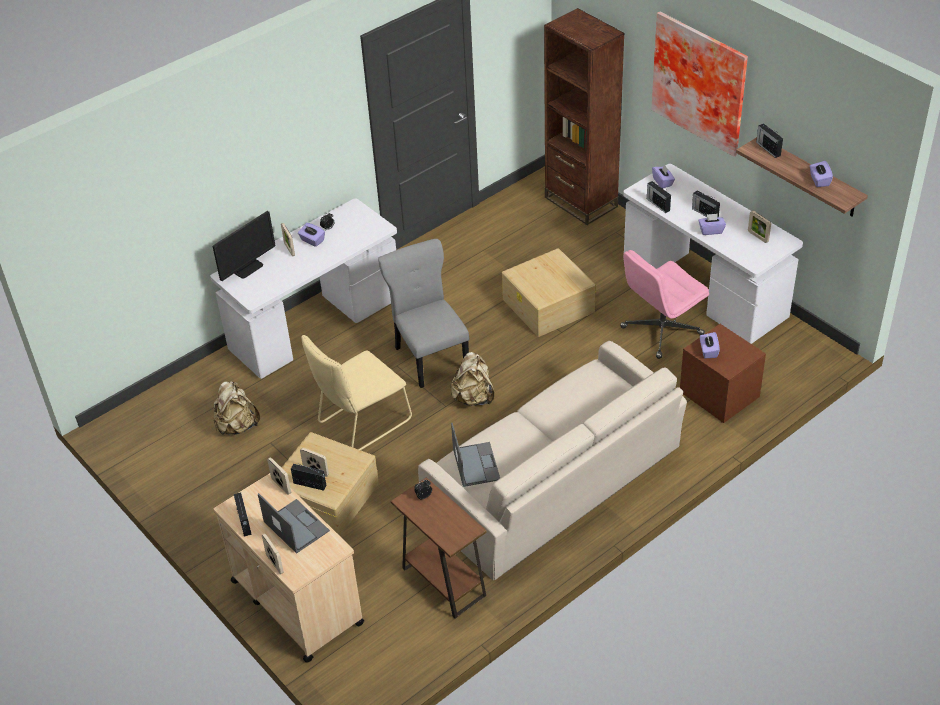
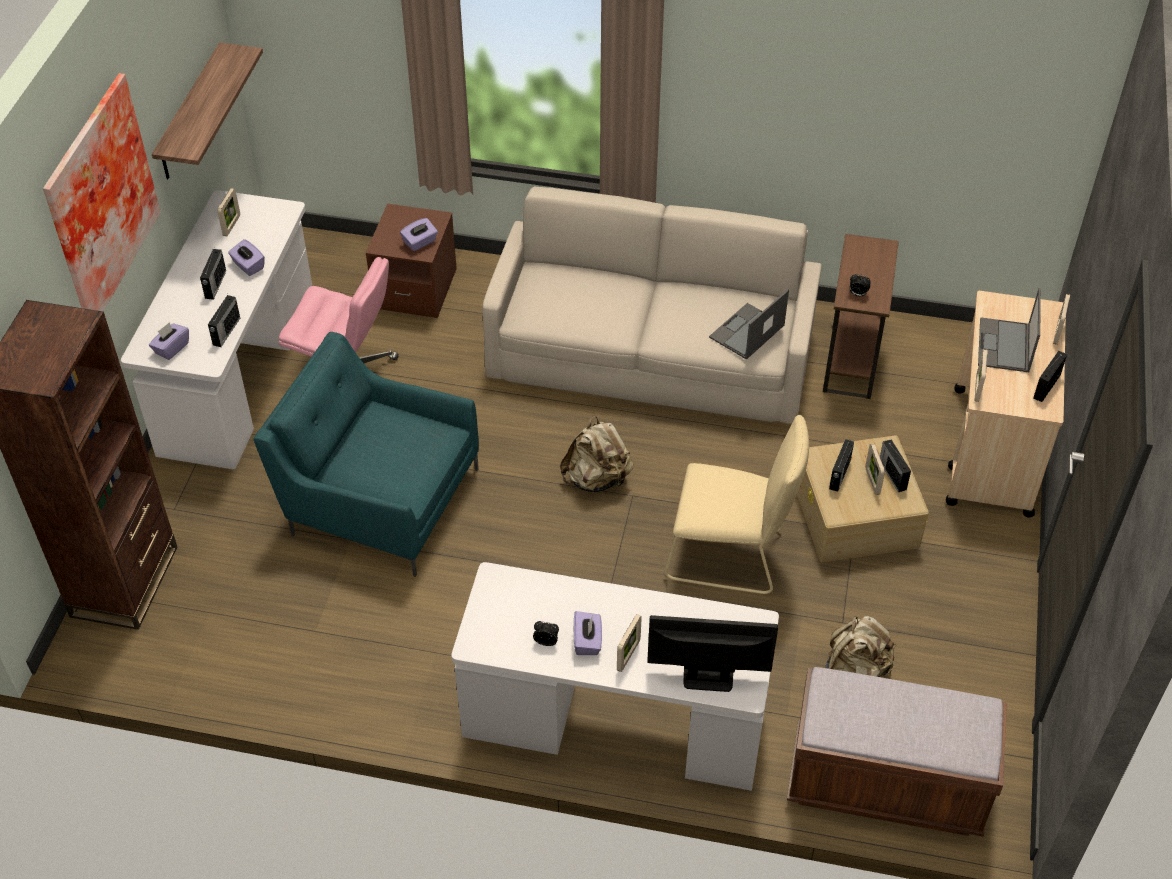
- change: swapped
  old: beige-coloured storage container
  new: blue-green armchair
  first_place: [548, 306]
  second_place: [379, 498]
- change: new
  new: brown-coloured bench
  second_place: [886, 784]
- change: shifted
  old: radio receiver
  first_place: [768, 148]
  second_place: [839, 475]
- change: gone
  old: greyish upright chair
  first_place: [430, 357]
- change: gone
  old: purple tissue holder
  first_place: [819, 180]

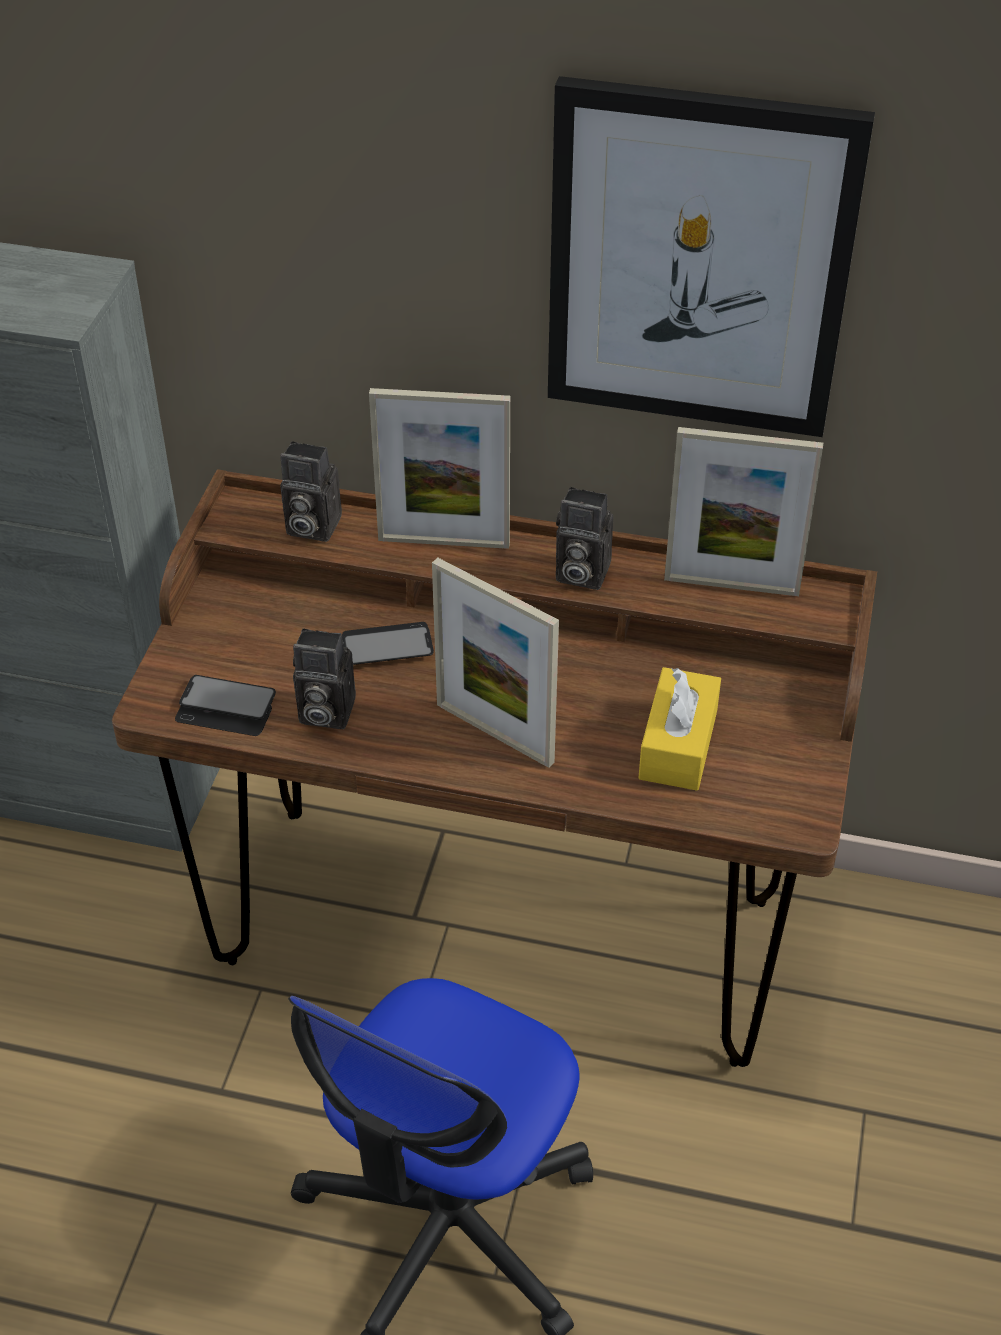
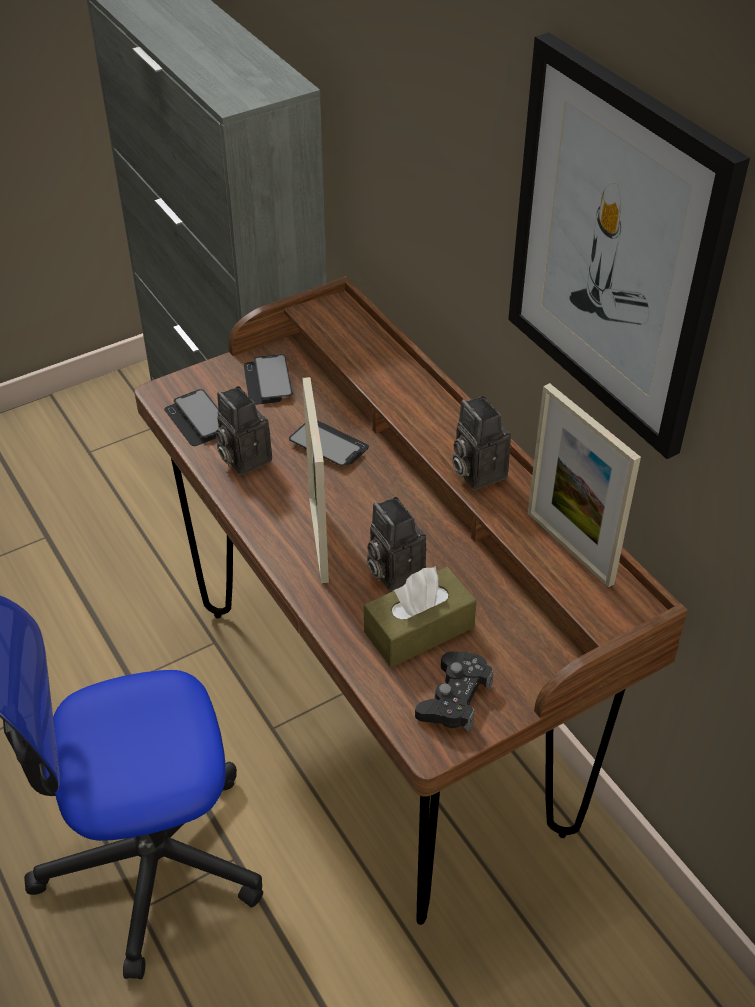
- change: new
  new: phone
  second_place: [267, 381]
- change: repainted
  old: yellowish tissue holder
  new: brown-coloured tissue holder
  first_place: [678, 744]
  second_place: [419, 630]
- change: shifted
  old: still camera
  first_place: [309, 526]
  second_place: [393, 570]
- change: new
  new: black game controller
  second_place: [454, 698]
- change: gone
  old: standing frame
  first_place: [443, 542]

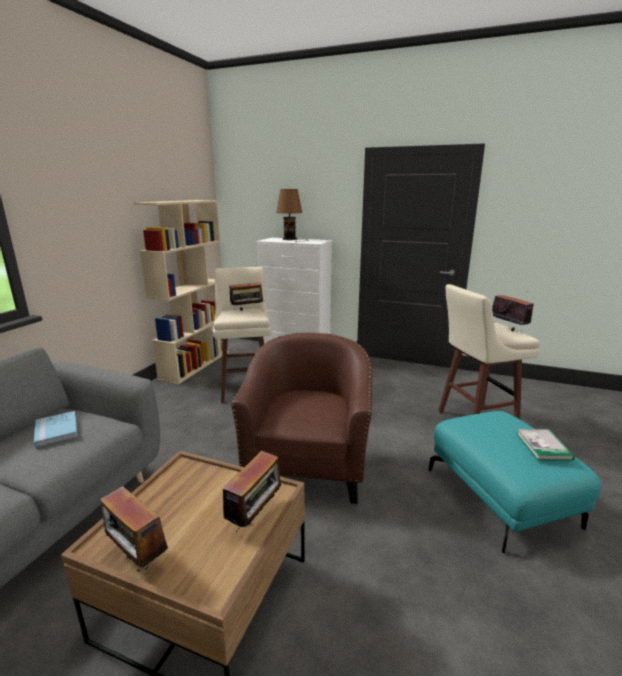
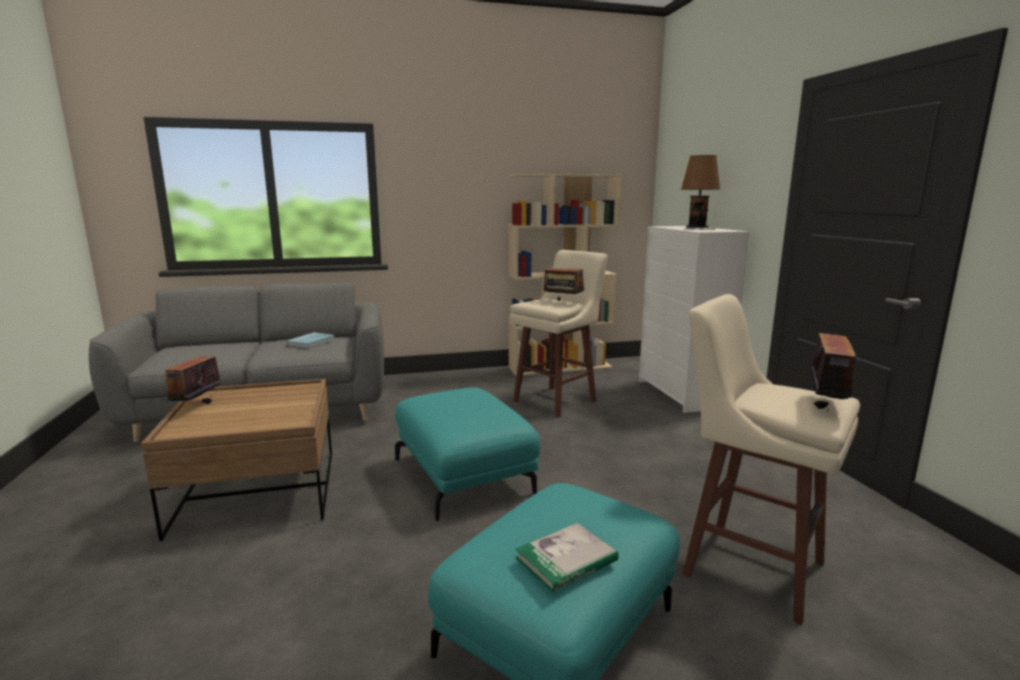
- change: swapped
  old: brown-coloured armchair
  new: blue-green pouffe
  first_place: [308, 465]
  second_place: [464, 476]
- change: gone
  old: radio receiver
  first_place: [256, 516]

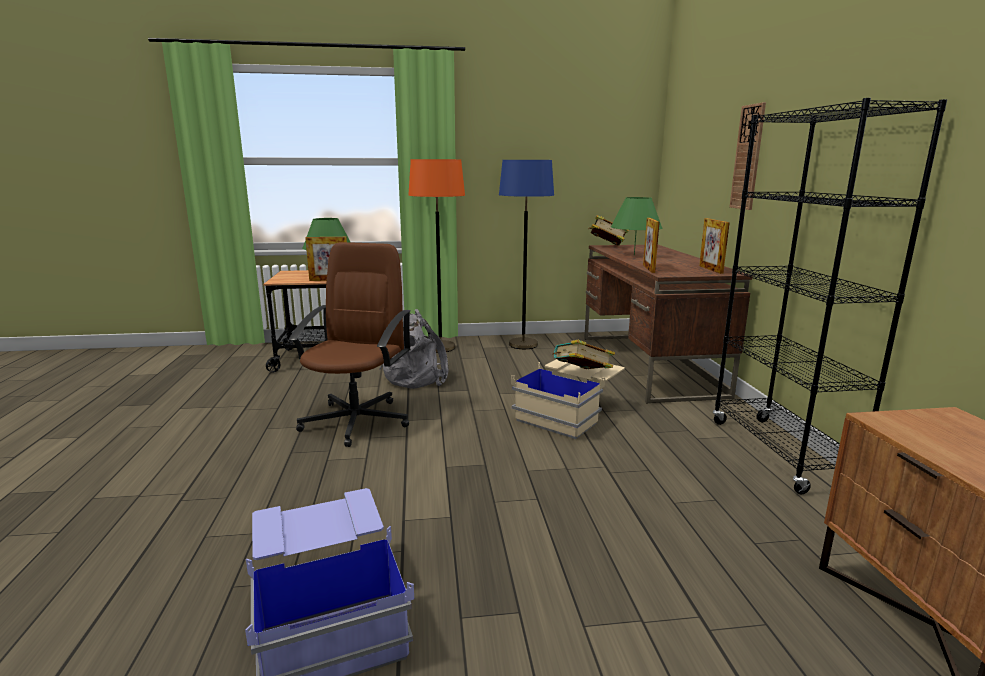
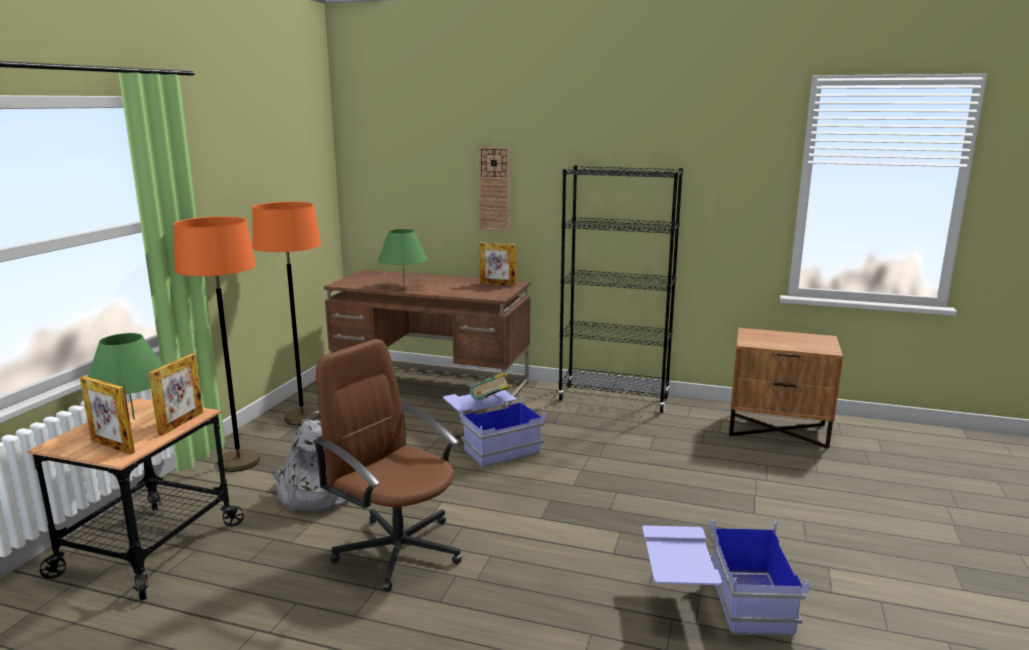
- change: shifted
  old: standing frame
  first_place: [648, 268]
  second_place: [112, 446]
- change: repainted
  old: blue floor lamp
  new: orange-coloured floor lamp
  first_place: [523, 345]
  second_place: [302, 418]
- change: repainted
  old: beige-coloured storage container
  new: blue storage container
  first_place: [569, 413]
  second_place: [491, 442]
- change: gone
  old: book
  first_place: [606, 246]

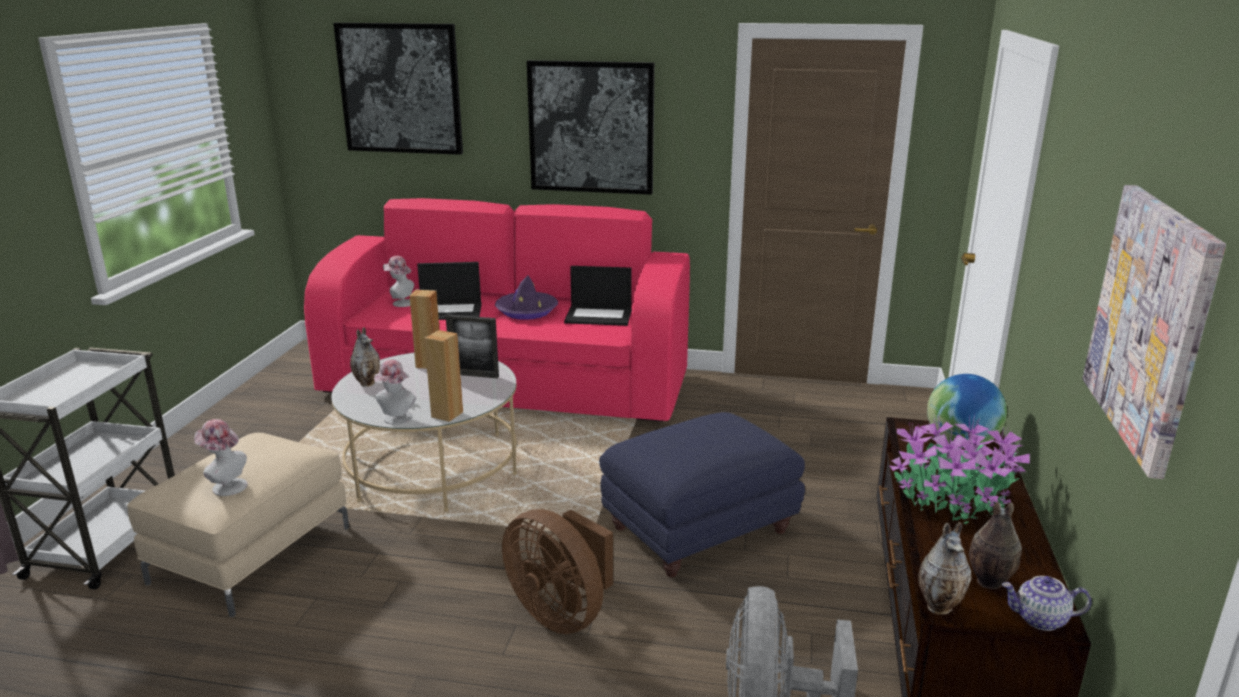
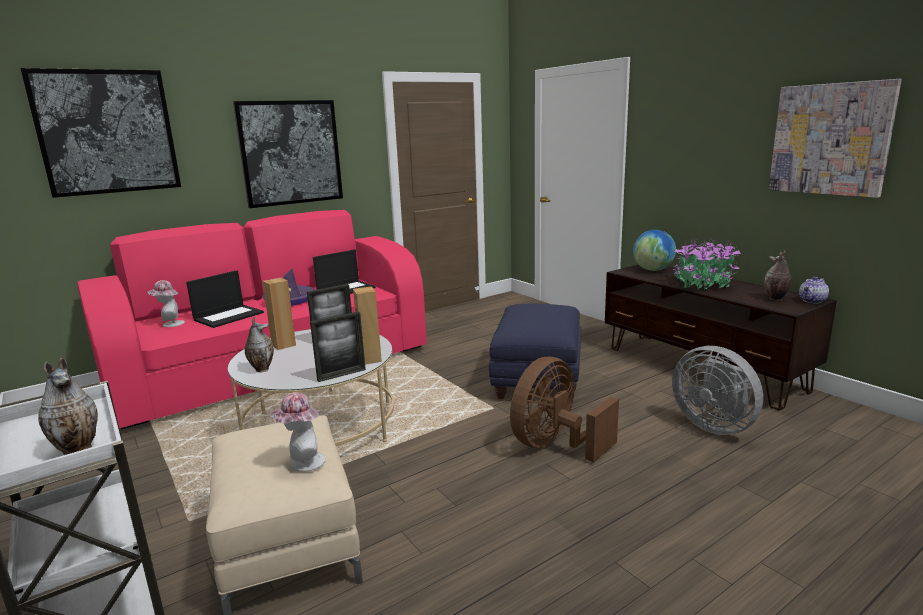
- change: shifted
  old: vase
  first_place: [940, 606]
  second_place: [79, 449]
- change: swapped
  old: clothing hat
  new: standing frame
  first_place: [396, 419]
  second_place: [341, 375]
- change: rotated
  old: brown-coloured electric fan
  first_place: [561, 613]
  second_place: [555, 445]
  degrees: 135

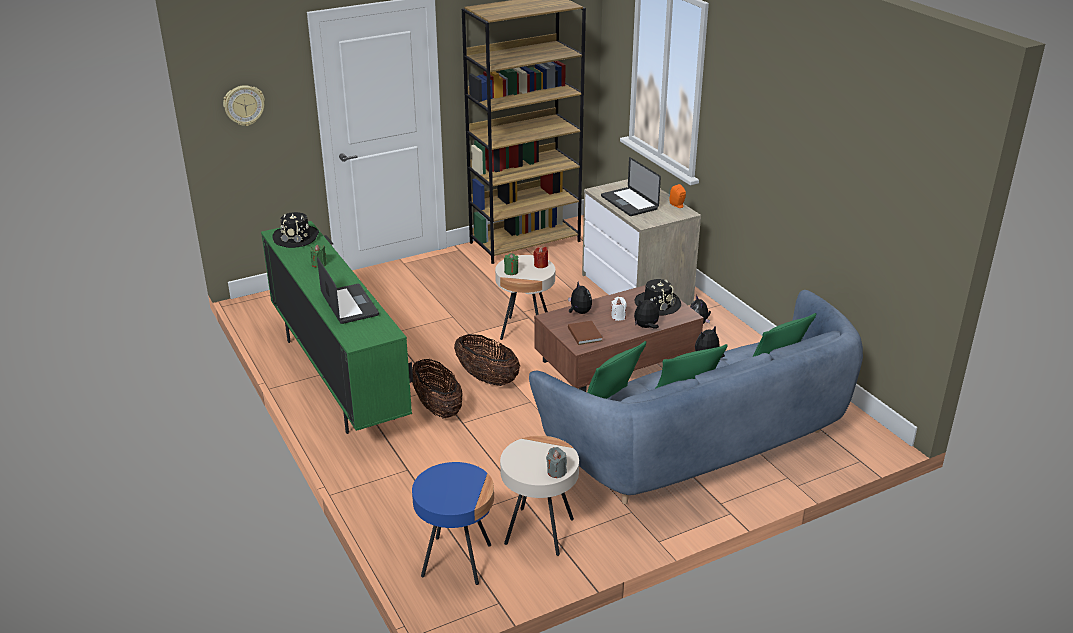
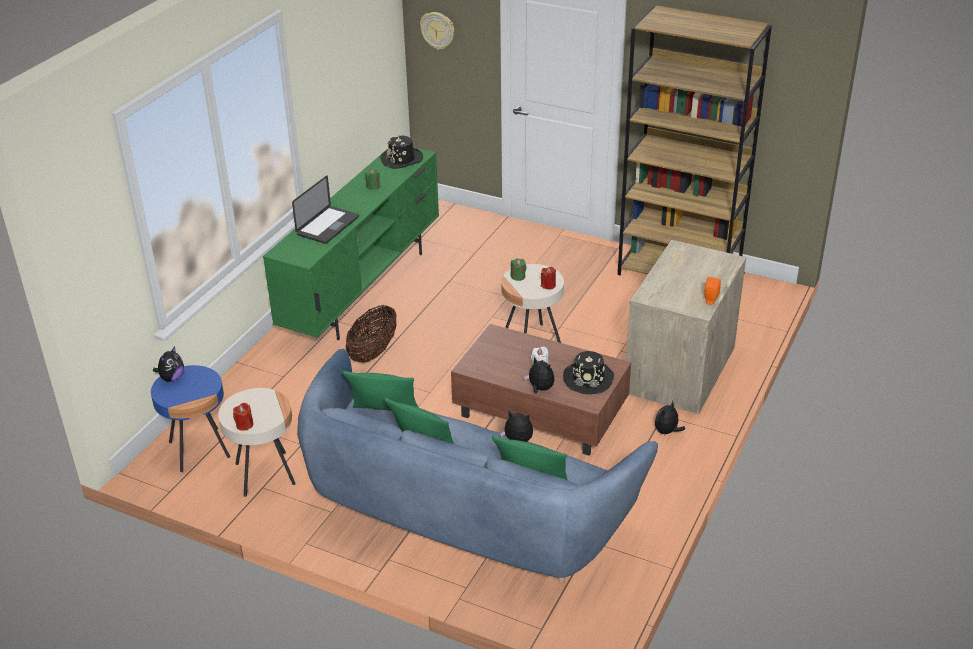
- change: shifted
  old: plush toy
  first_place: [579, 312]
  second_place: [171, 378]
- change: repainted
  old: greyish wax candle
  new: reddish wax candle
  first_place: [556, 472]
  second_place: [244, 425]
- change: gone
  old: household basket
  first_place: [487, 378]
- change: gone
  old: brown-coloured book
  first_place: [585, 333]
- change: gone
  old: laptop
  first_place: [629, 203]

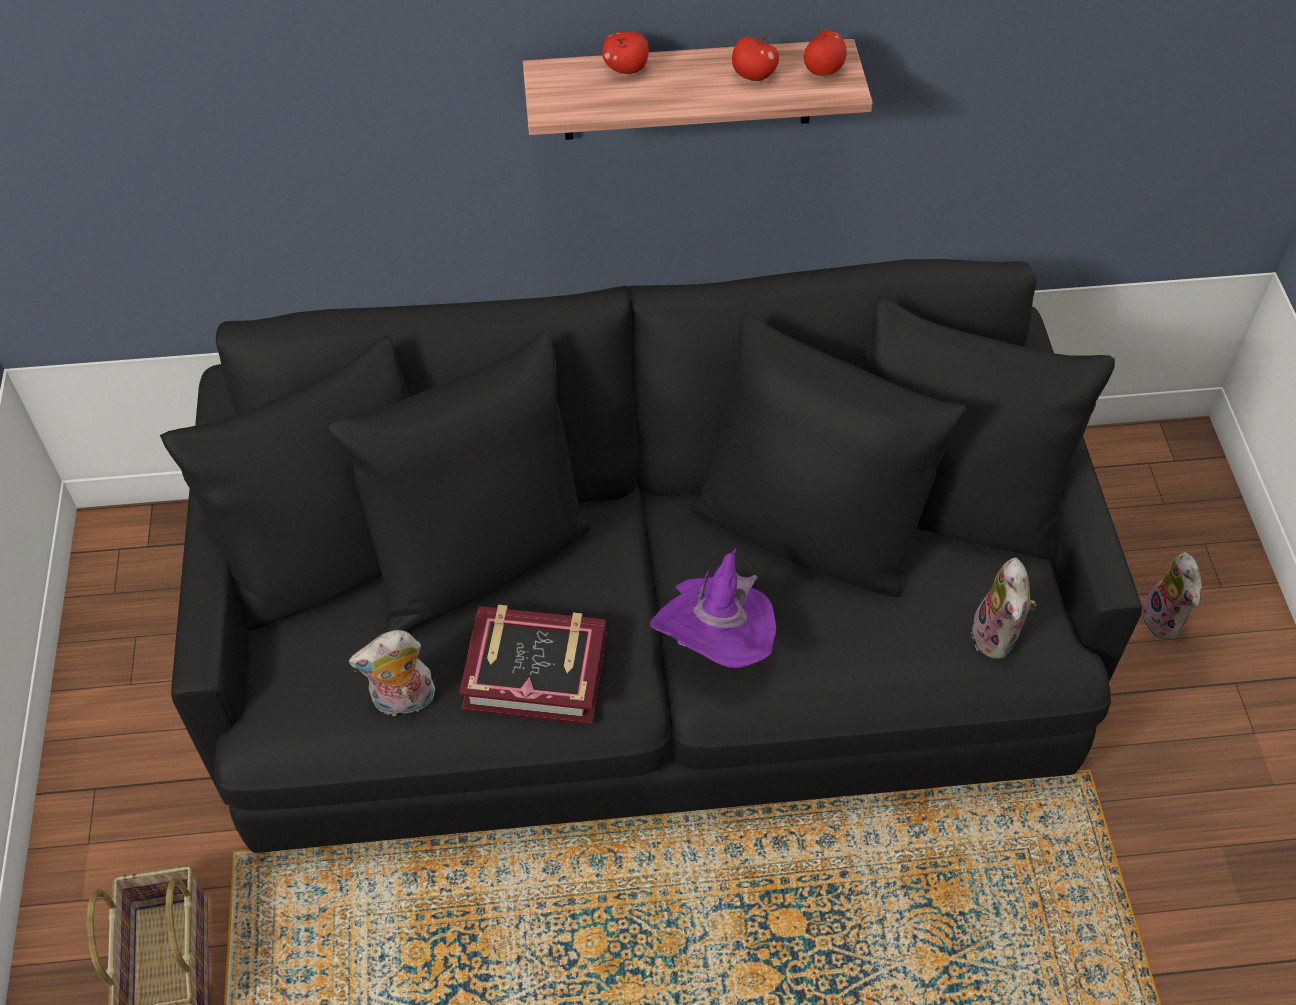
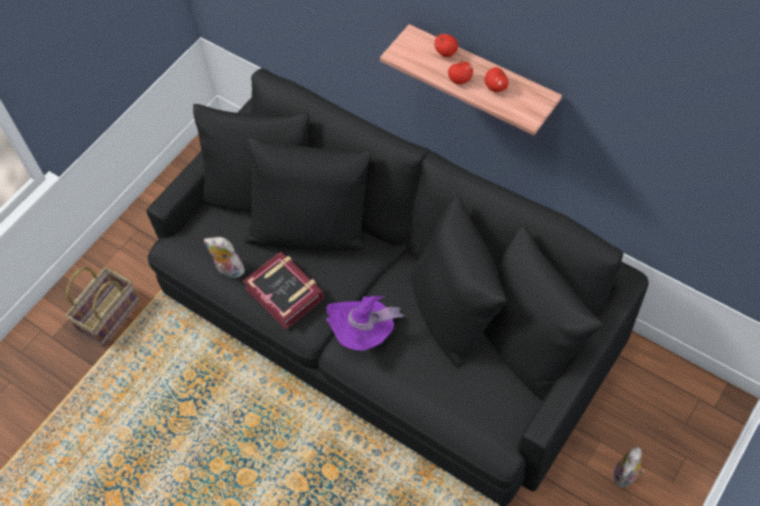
- change: shifted
  old: apple
  first_place: [823, 70]
  second_place: [460, 80]
- change: gone
  old: plush toy
  first_place: [998, 637]

